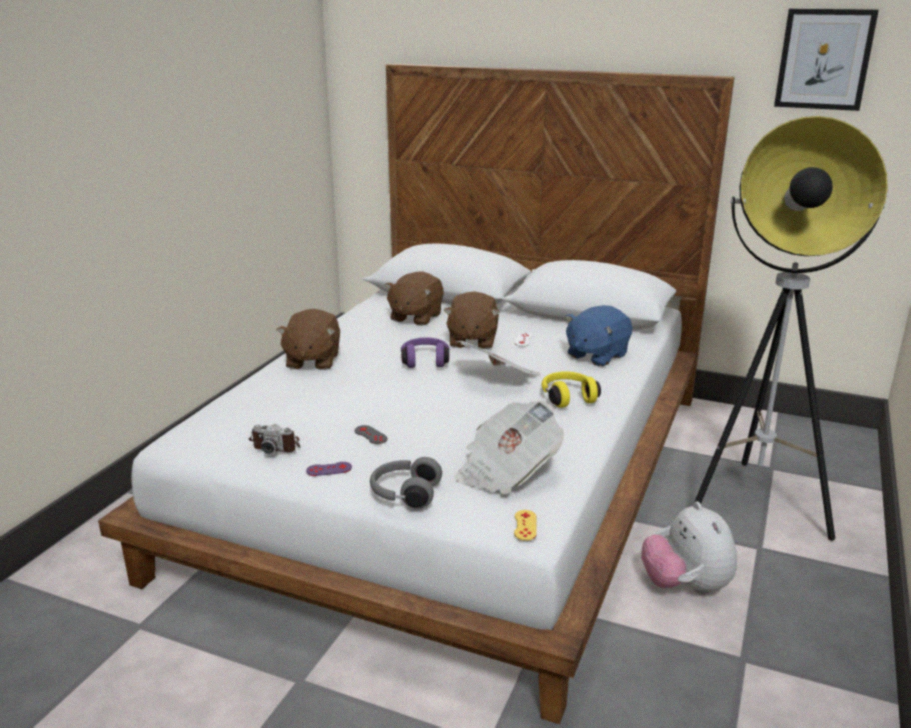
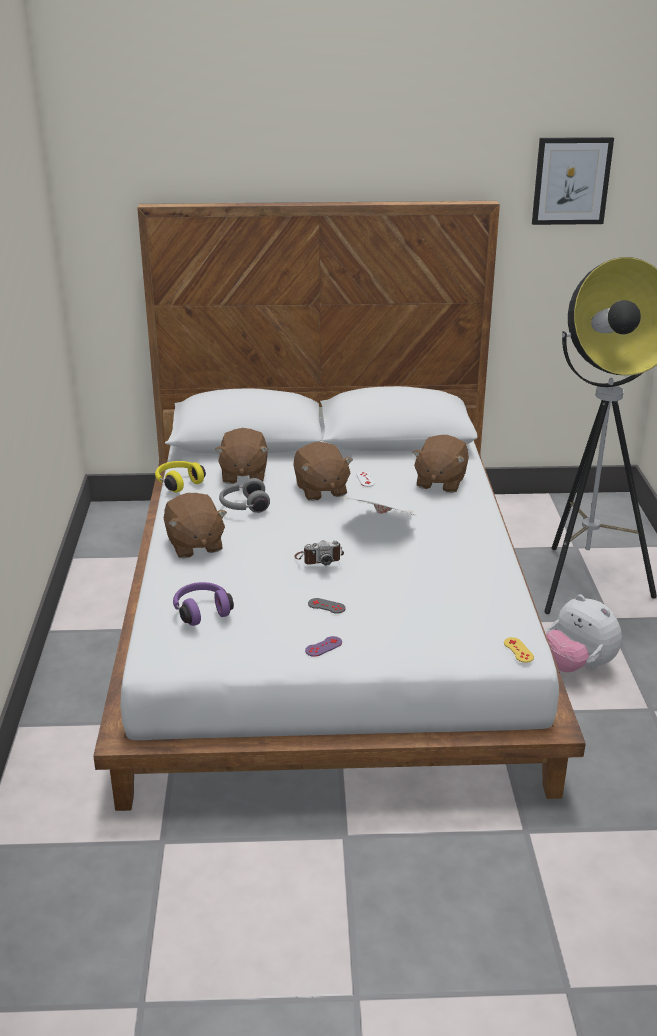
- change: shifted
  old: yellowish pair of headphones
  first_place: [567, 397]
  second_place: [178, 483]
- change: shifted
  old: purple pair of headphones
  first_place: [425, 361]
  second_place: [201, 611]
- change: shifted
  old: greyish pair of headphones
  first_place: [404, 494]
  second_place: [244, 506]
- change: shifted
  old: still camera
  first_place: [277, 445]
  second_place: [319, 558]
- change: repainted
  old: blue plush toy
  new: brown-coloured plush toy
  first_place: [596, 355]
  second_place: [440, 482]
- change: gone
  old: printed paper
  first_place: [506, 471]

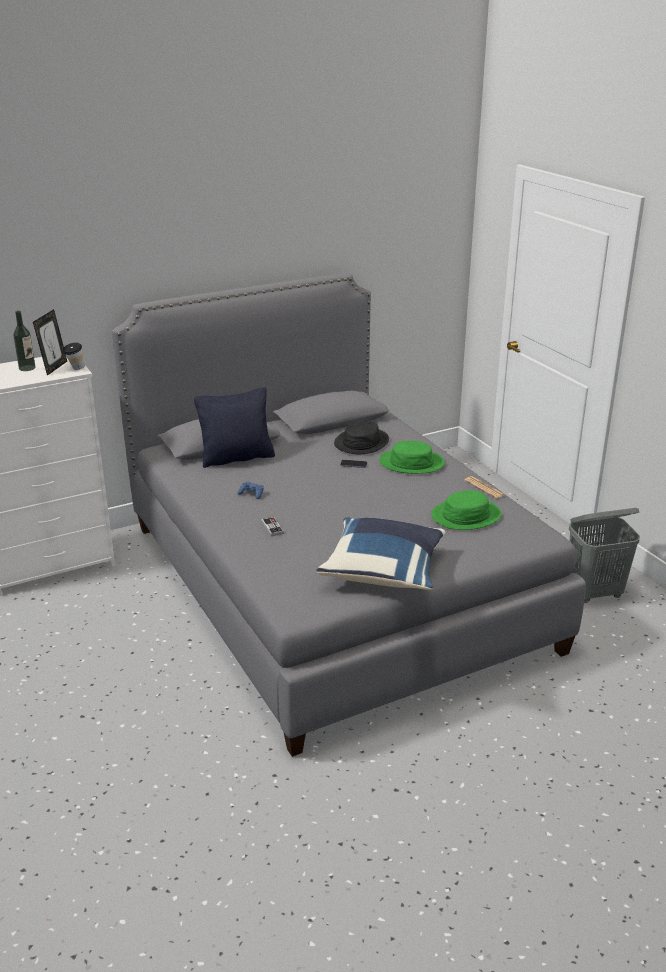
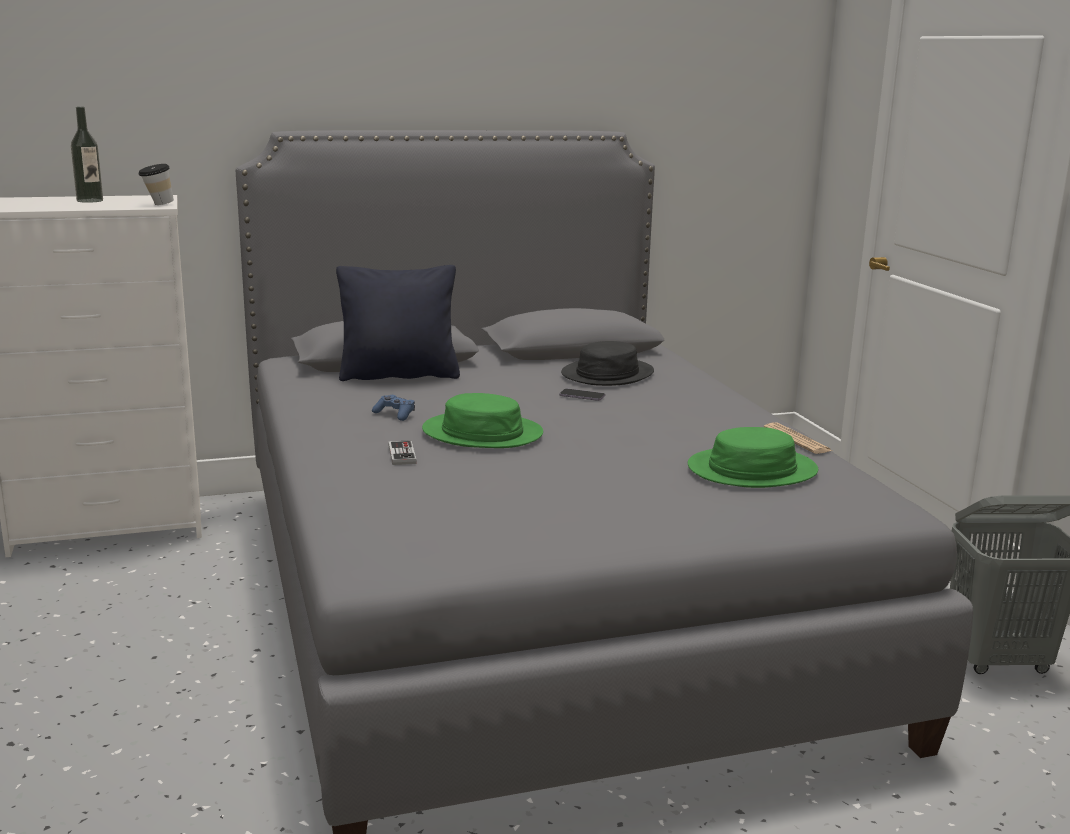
- change: shifted
  old: green clothing hat
  first_place: [411, 462]
  second_place: [482, 433]
- change: gone
  old: standing frame
  first_place: [54, 368]
- change: gone
  old: blue pillow
  first_place: [384, 571]

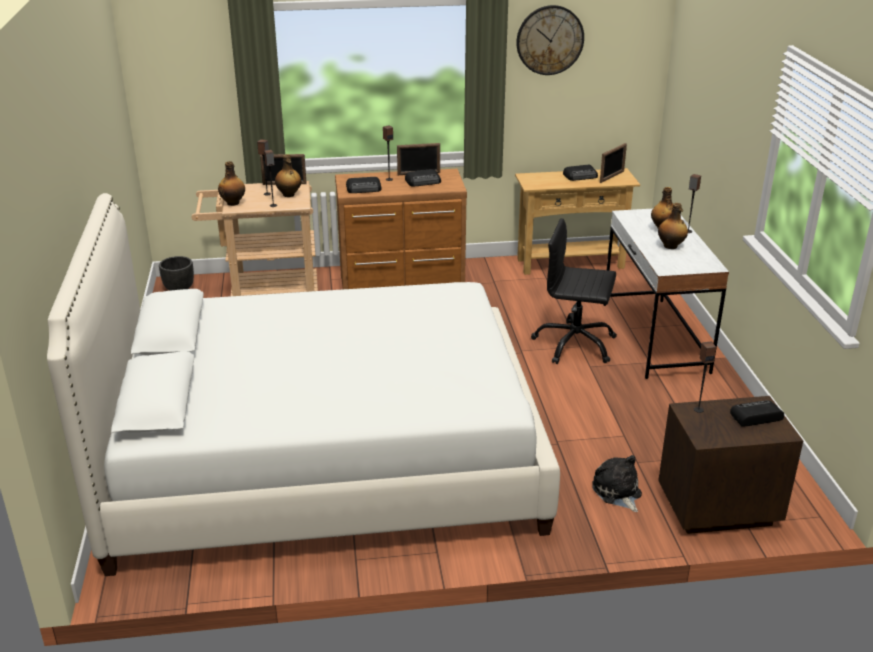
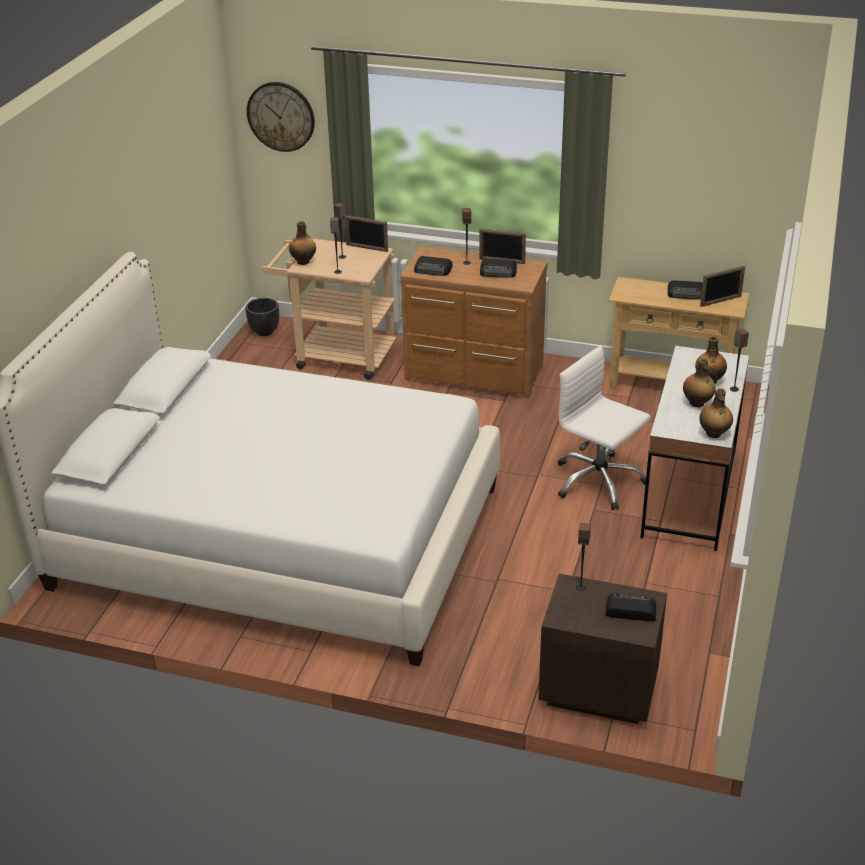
- change: shifted
  old: hanging clock
  first_place: [550, 40]
  second_place: [281, 116]
- change: repainted
  old: black desk chair
  new: whitish desk chair
  first_place: [574, 344]
  second_place: [598, 481]
- change: shifted
  old: bottle
  first_place: [289, 195]
  second_place: [713, 434]
- change: gone
  old: plush toy
  first_place: [617, 492]

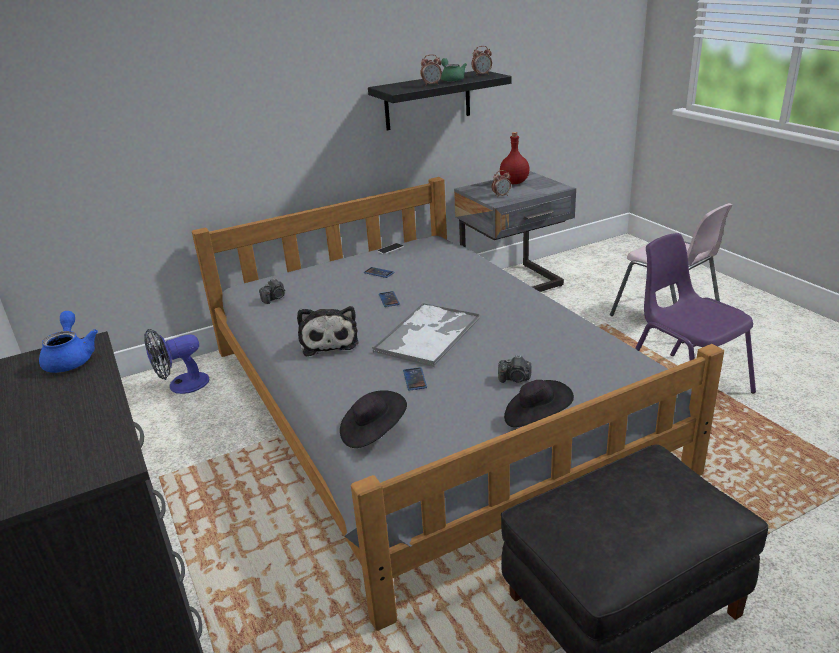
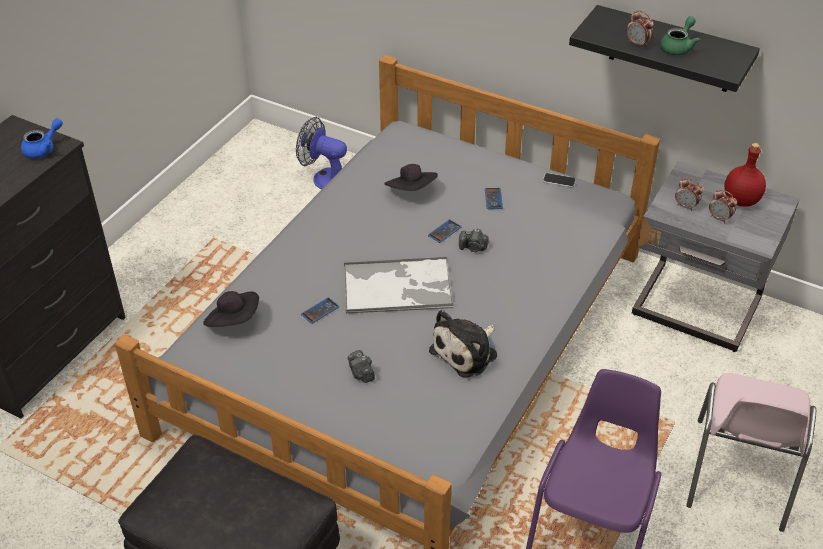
- change: shifted
  old: black clothing hat
  first_place: [536, 418]
  second_place: [411, 191]
- change: shifted
  old: plush toy
  first_place: [329, 341]
  second_place: [467, 352]
- change: shifted
  old: still camera
  first_place: [275, 298]
  second_place: [473, 247]
- change: shifted
  old: table clock
  first_place: [482, 75]
  second_place: [719, 218]

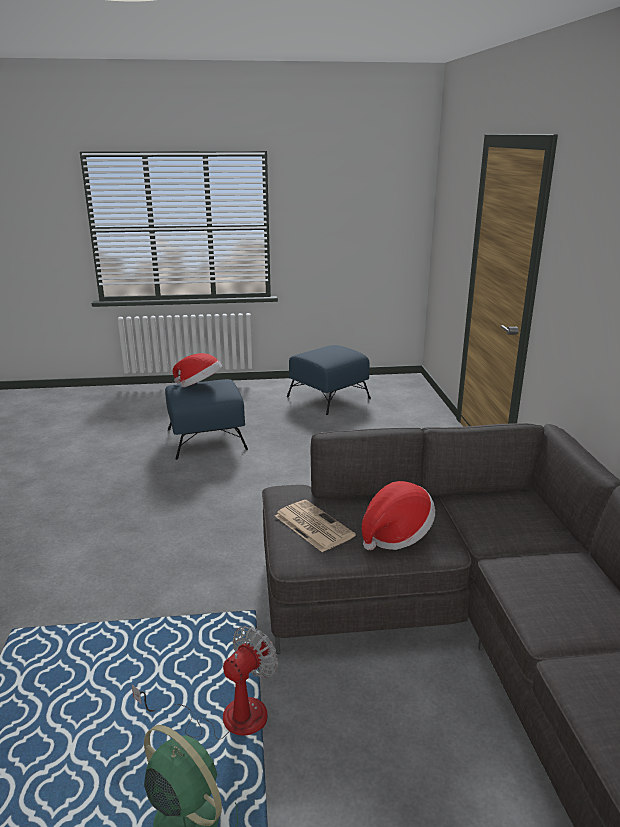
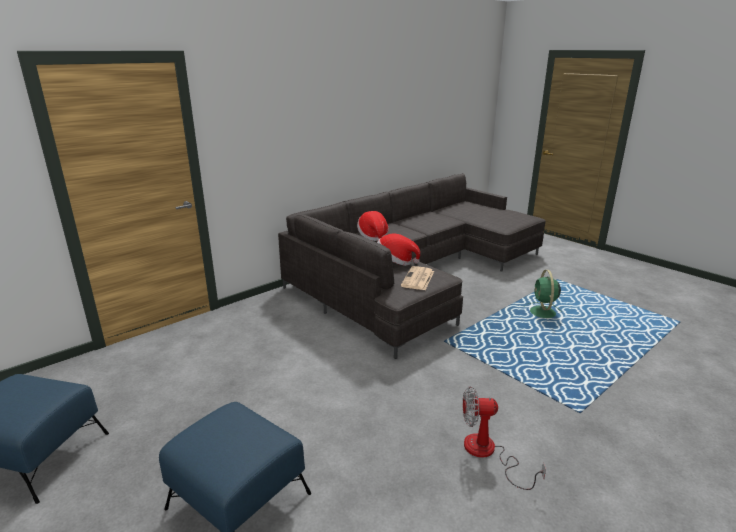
- change: shifted
  old: clothing hat
  first_place: [200, 386]
  second_place: [373, 236]
- change: shifted
  old: electric fan
  first_place: [227, 717]
  second_place: [488, 453]

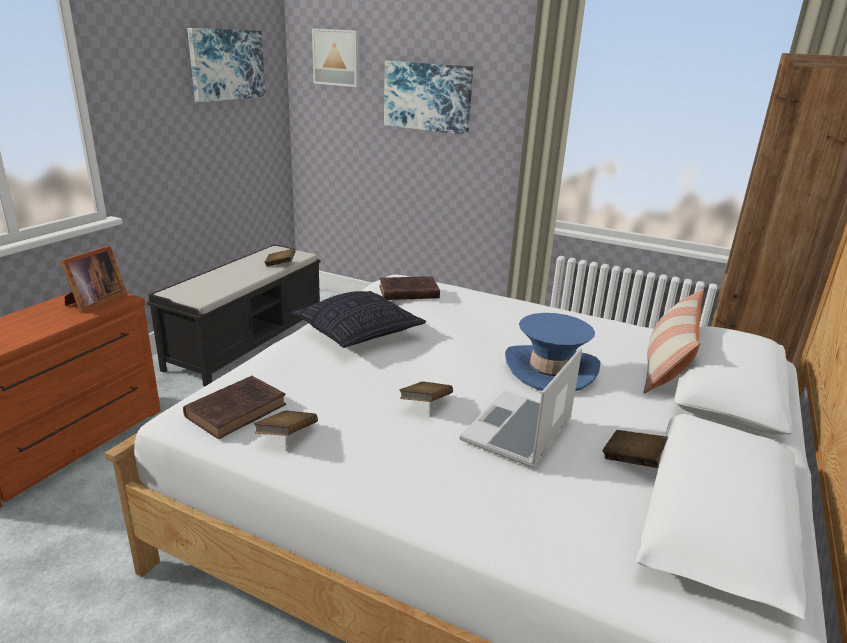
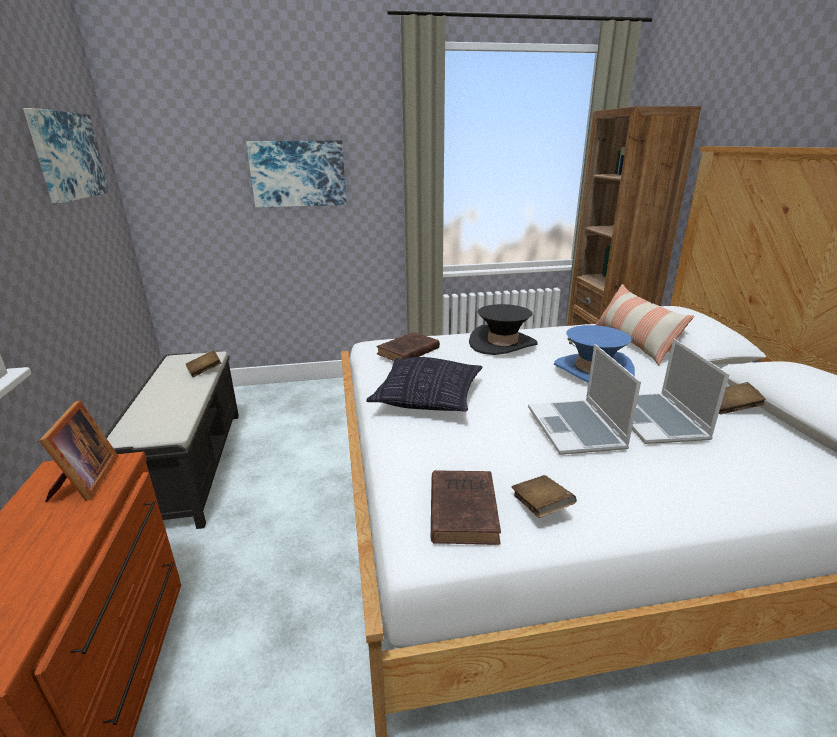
- change: new
  new: black clothing hat
  second_place: [502, 344]
- change: swapped
  old: brown-coloured book
  new: laptop
  first_place: [425, 403]
  second_place: [577, 429]
- change: gone
  old: picture
  first_place: [337, 57]

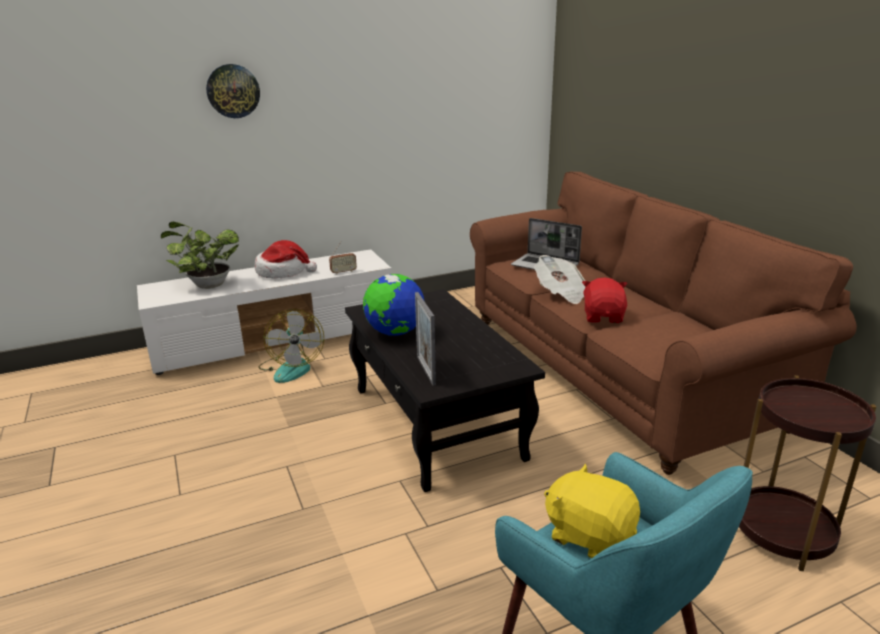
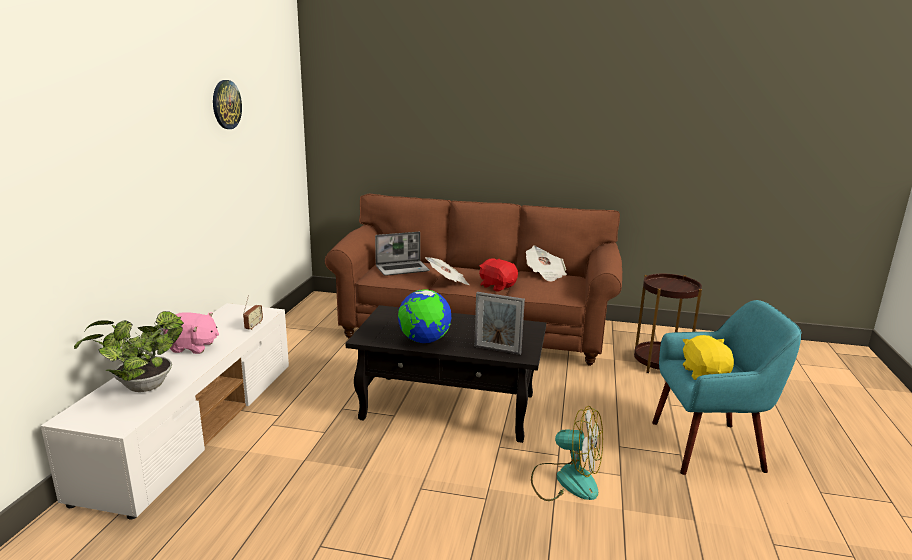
- change: swapped
  old: clothing hat
  new: pink plush toy
  first_place: [283, 272]
  second_place: [193, 347]
- change: shifted
  old: hanging clock
  first_place: [233, 91]
  second_place: [226, 104]
- change: new
  new: printed paper
  second_place: [545, 274]
- change: shifted
  old: electric fan
  first_place: [291, 368]
  second_place: [566, 480]
- change: rotated
  old: yellowish plush toy
  first_place: [589, 535]
  second_place: [705, 374]
  degrees: 105

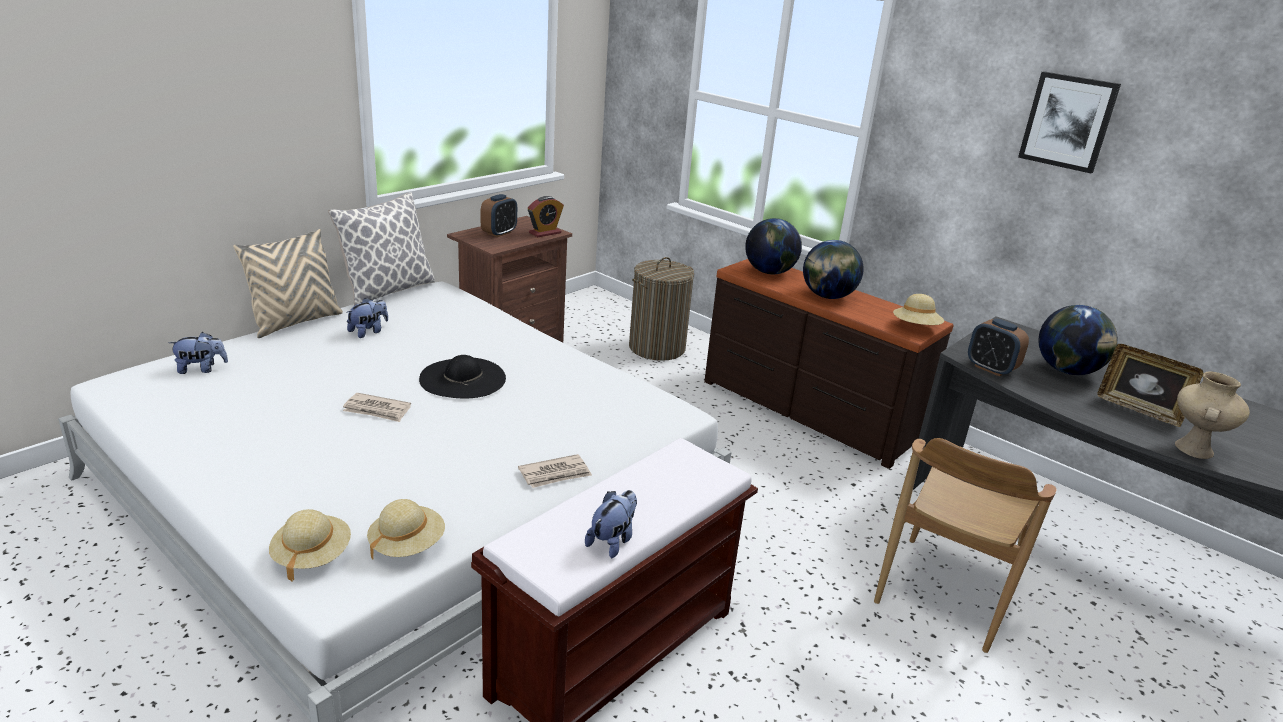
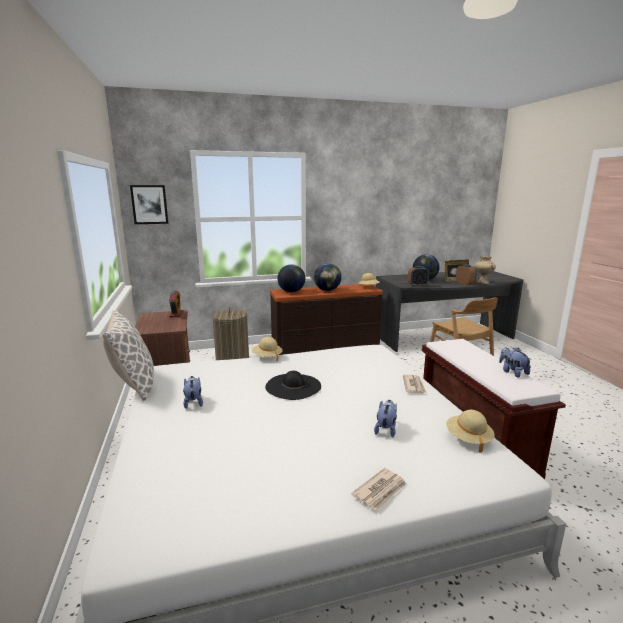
- change: shifted
  old: picture
  first_place: [1068, 121]
  second_place: [149, 204]
- change: shifted
  old: beige-coloured clothing hat
  first_place: [312, 556]
  second_place: [267, 357]
- change: shifted
  old: printed paper
  first_place: [377, 410]
  second_place: [380, 491]
- change: shifted
  old: plush toy
  first_place: [201, 369]
  second_place: [386, 429]
- change: shifted
  old: table clock
  first_place: [499, 233]
  second_place: [465, 284]
- change: gone
  old: beige-coloured pillow
  first_place: [296, 322]

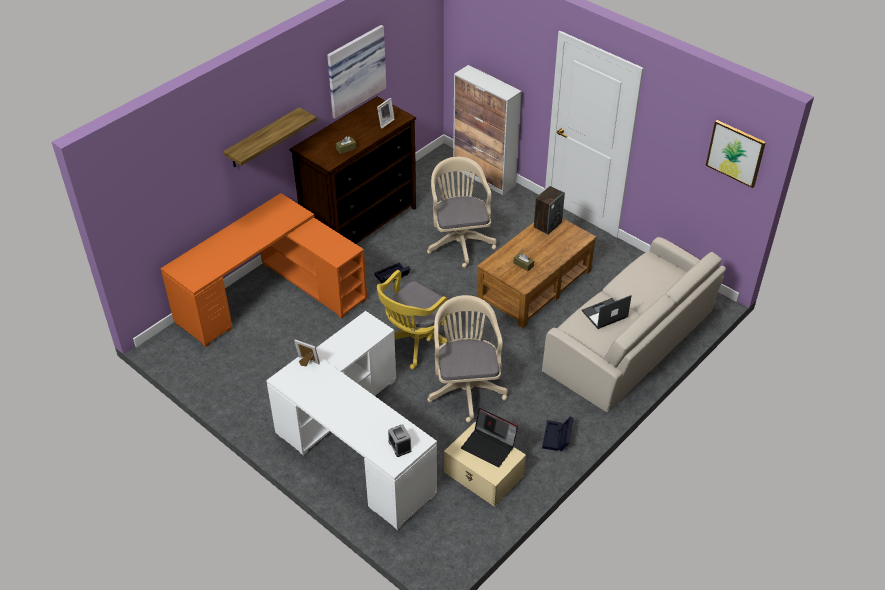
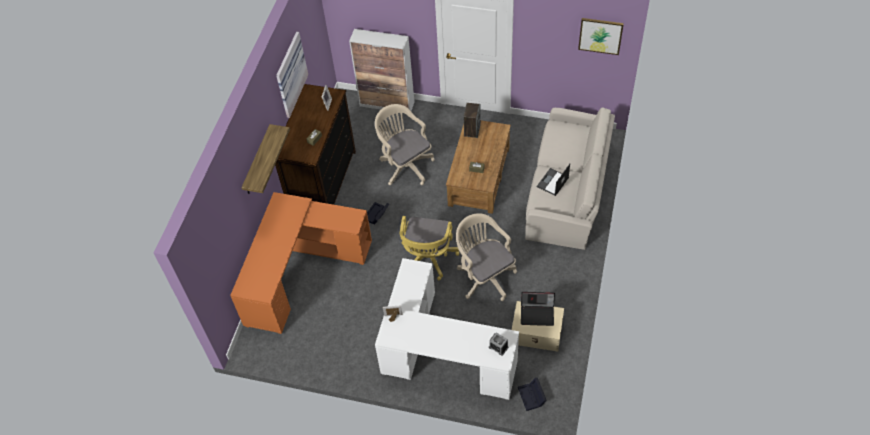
- change: shifted
  old: black storage container
  first_place: [557, 438]
  second_place: [532, 397]

